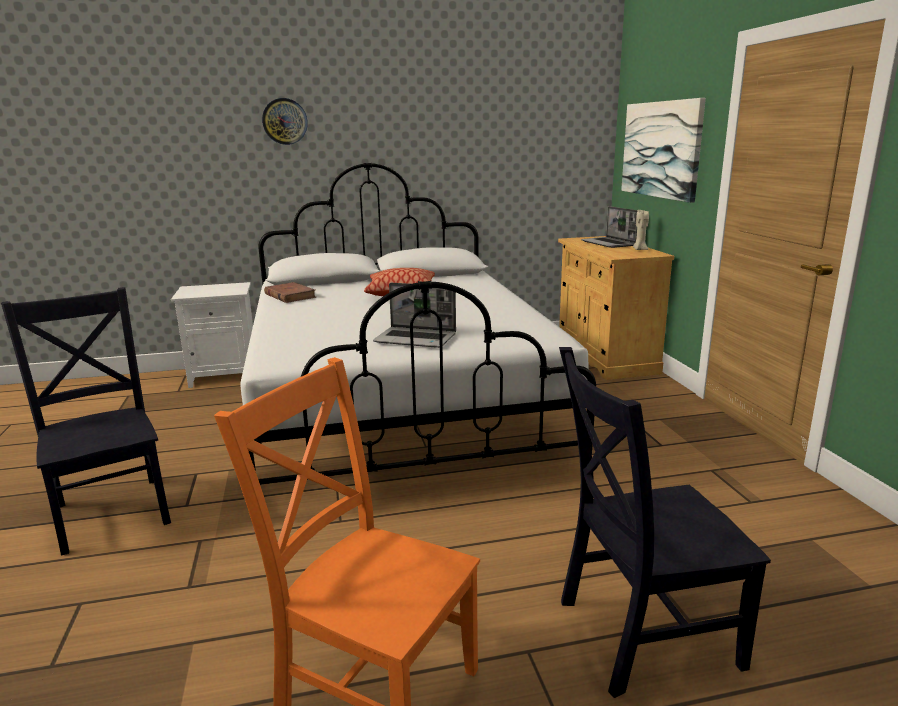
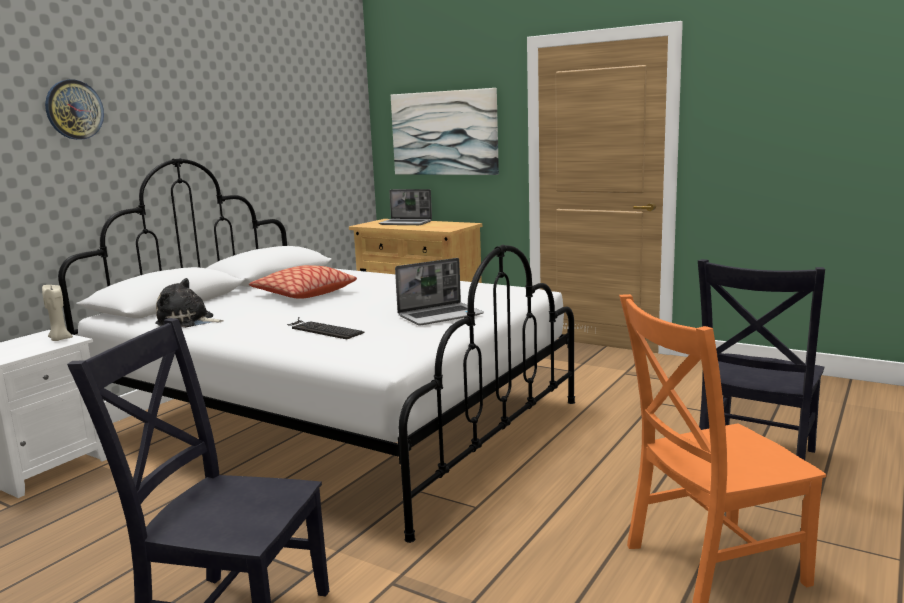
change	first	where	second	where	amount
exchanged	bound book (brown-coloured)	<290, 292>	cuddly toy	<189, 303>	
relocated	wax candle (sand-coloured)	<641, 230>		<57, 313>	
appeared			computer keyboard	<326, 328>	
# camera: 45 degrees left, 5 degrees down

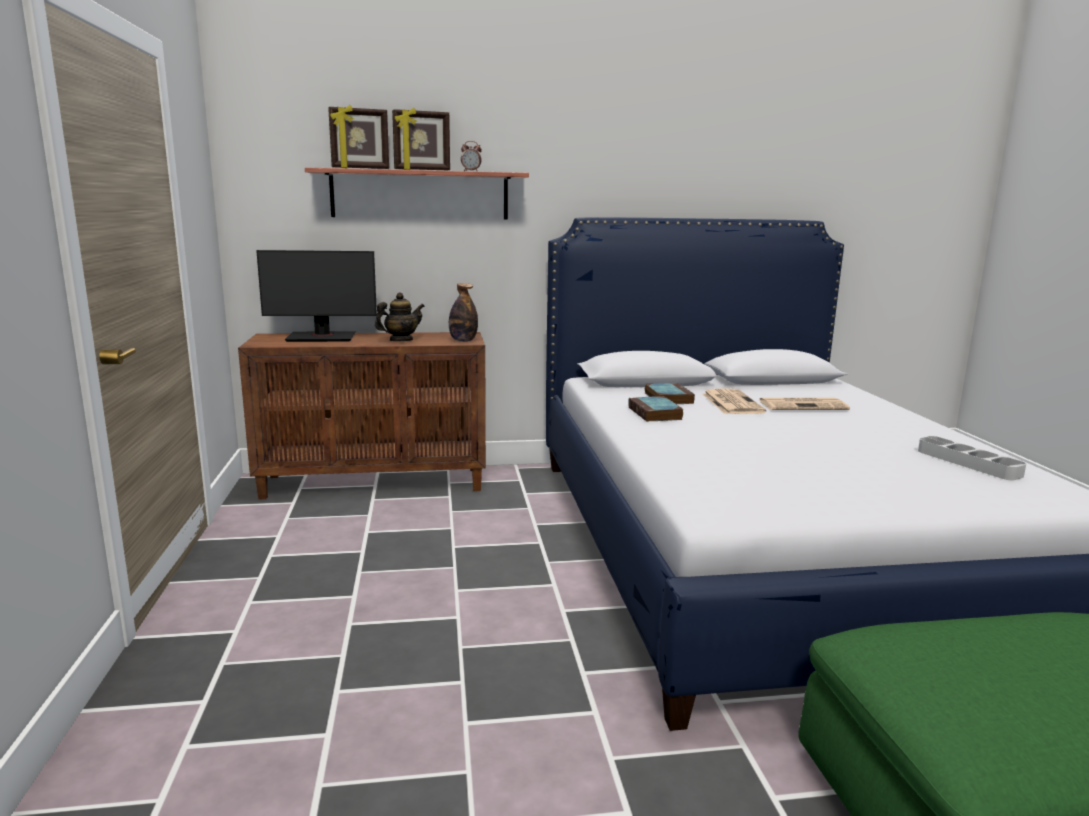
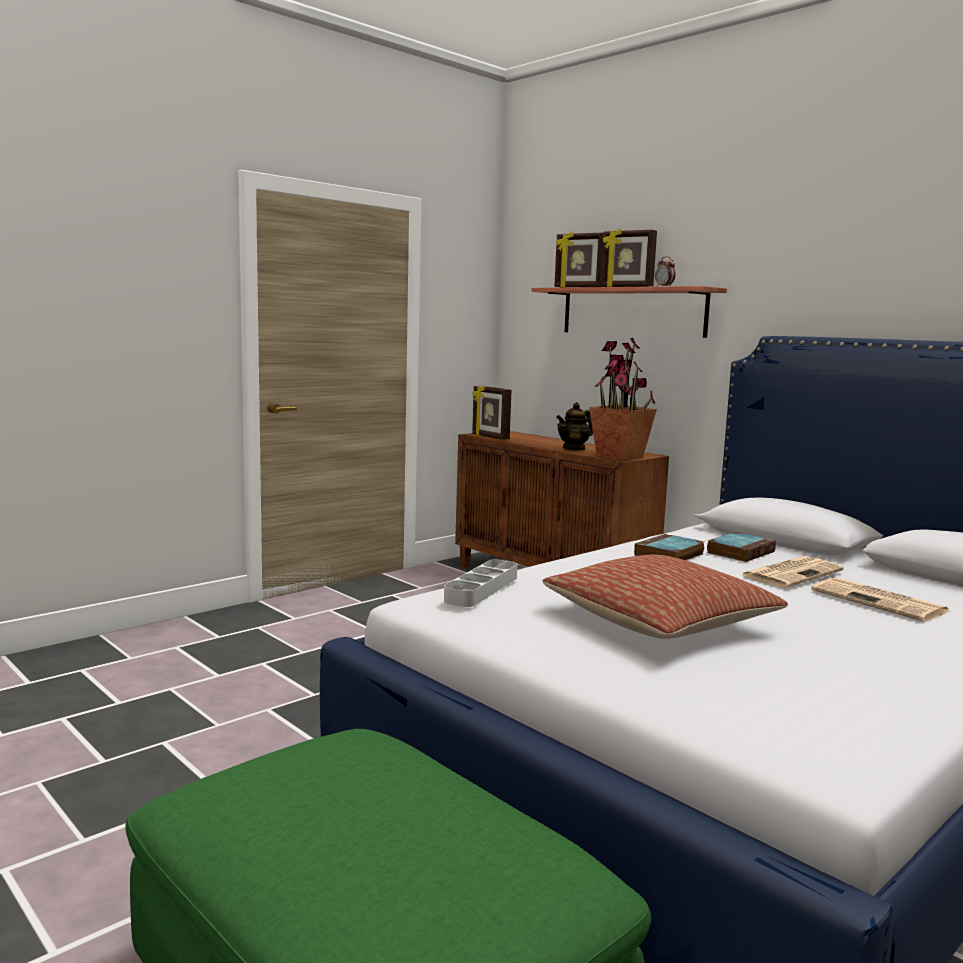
change	first	where	second	where	amount
missing	computer screen	<316, 296>			
spun	teapot	<400, 316>		<574, 426>	120 degrees clockwise
exchanged	beverage bottle	<463, 312>	potted plant	<623, 399>	
relocated	tray (grey)	<972, 458>		<480, 583>	
appeared			picture frame	<491, 412>	
appeared			cushion	<665, 597>	
# camera: 55 degrees right, 5 degrees down

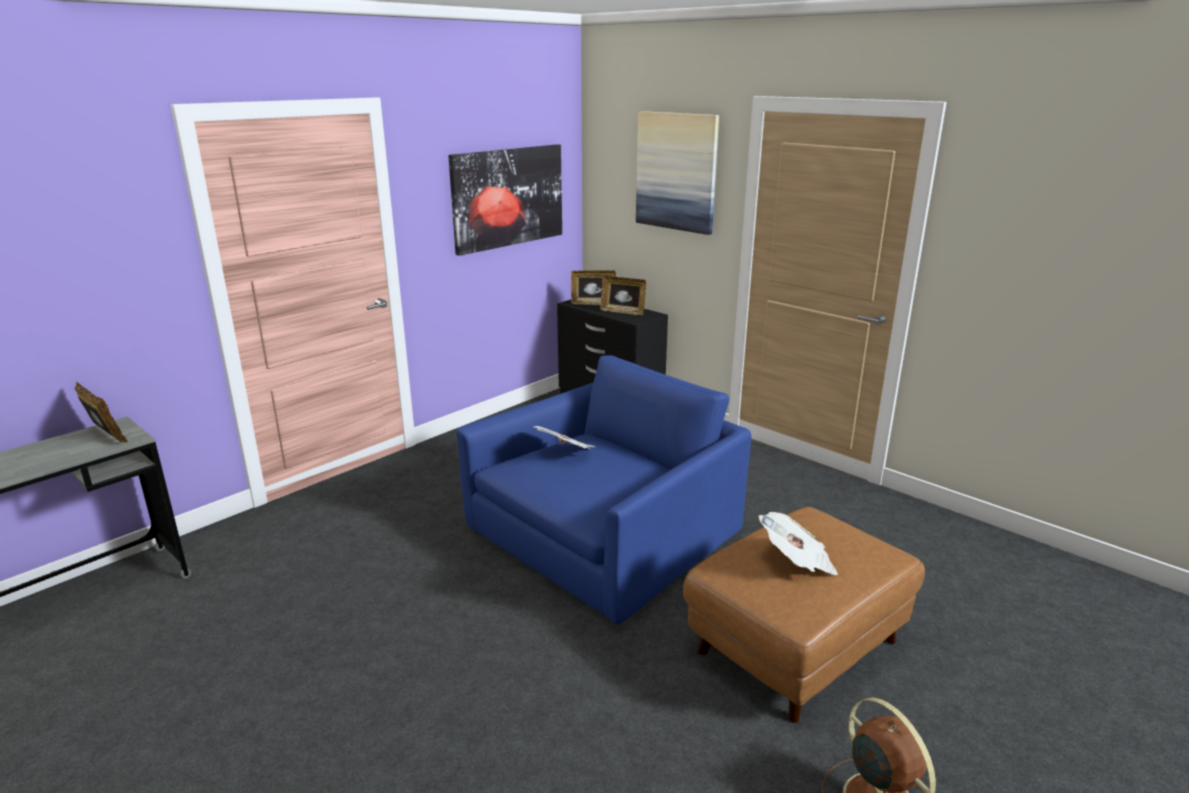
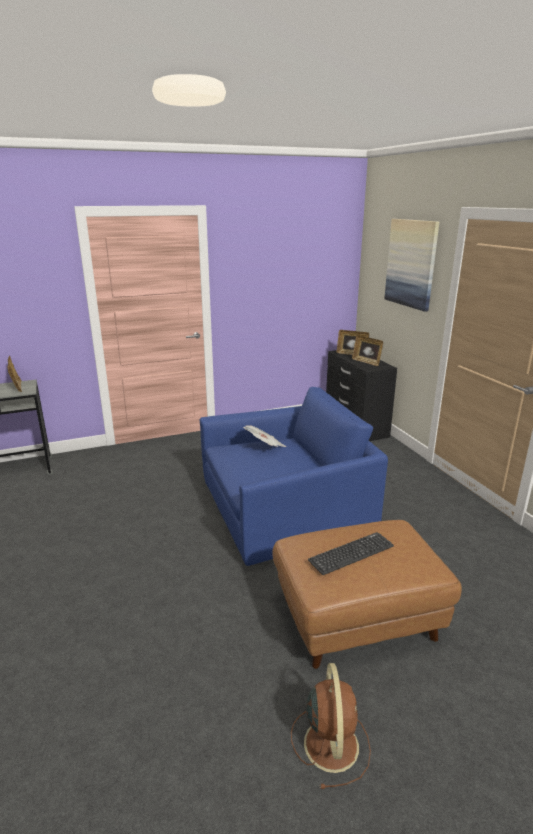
change	first	where	second	where	amount
missing	wall art	<505, 200>			
exchanged	printed paper	<798, 543>	computer keyboard	<351, 553>	
# camera: 25 degrees right, 0 degrees up

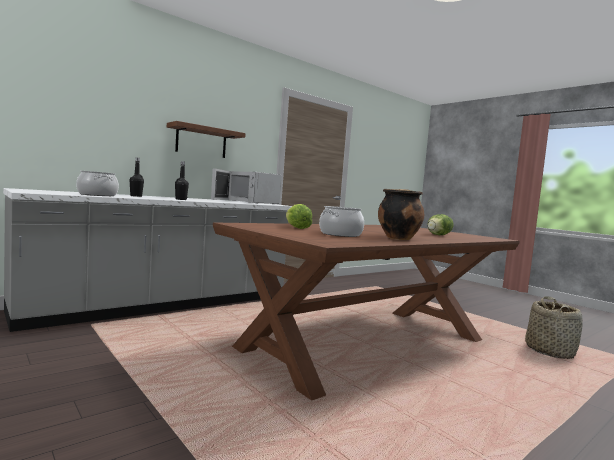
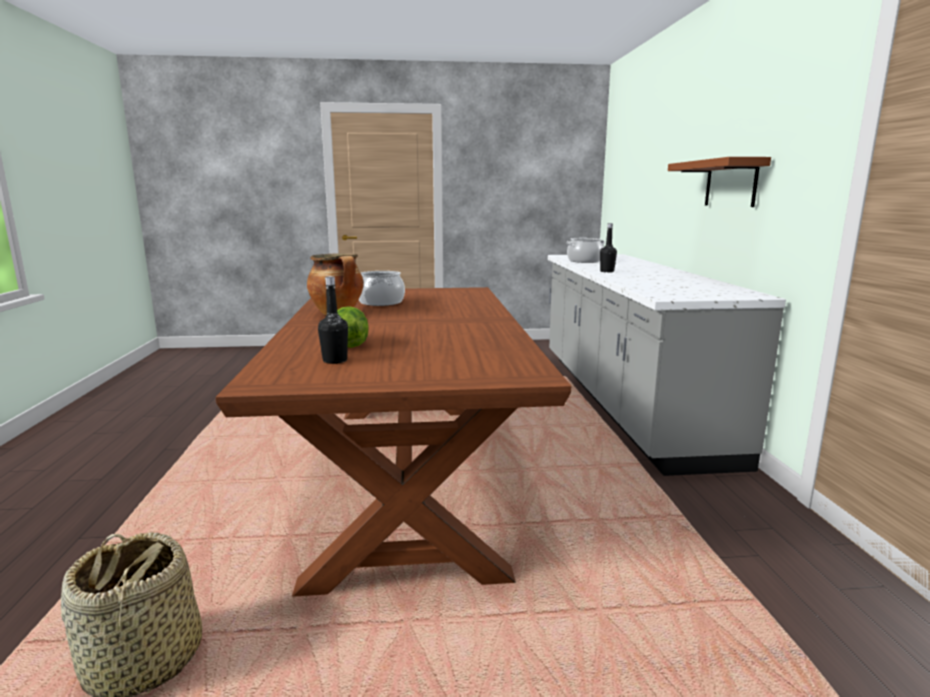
change	first	where	second	where	amount
relocated	beverage bottle (black)	<137, 177>		<333, 320>	
missing	kitchen microwave (white-coloured)	<246, 186>			
missing	head of lettuce	<299, 216>			
# camera: 125 degrees right, 10 degrees up

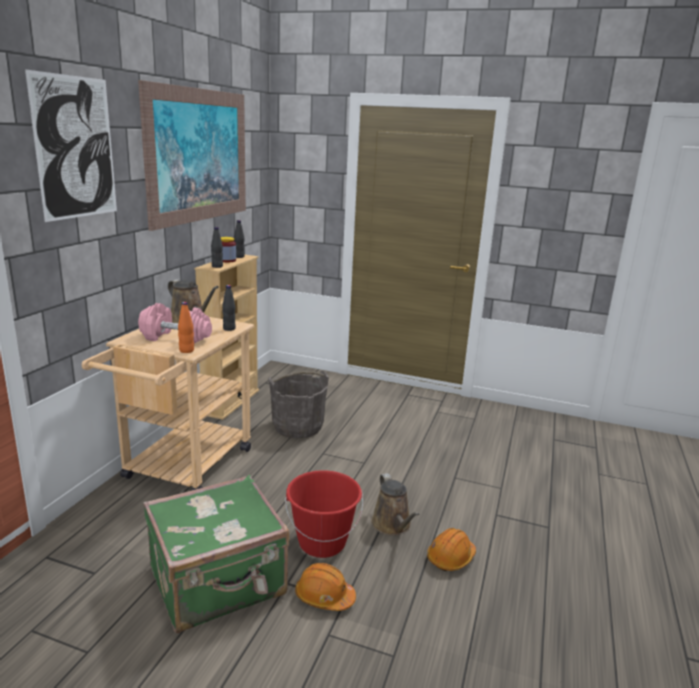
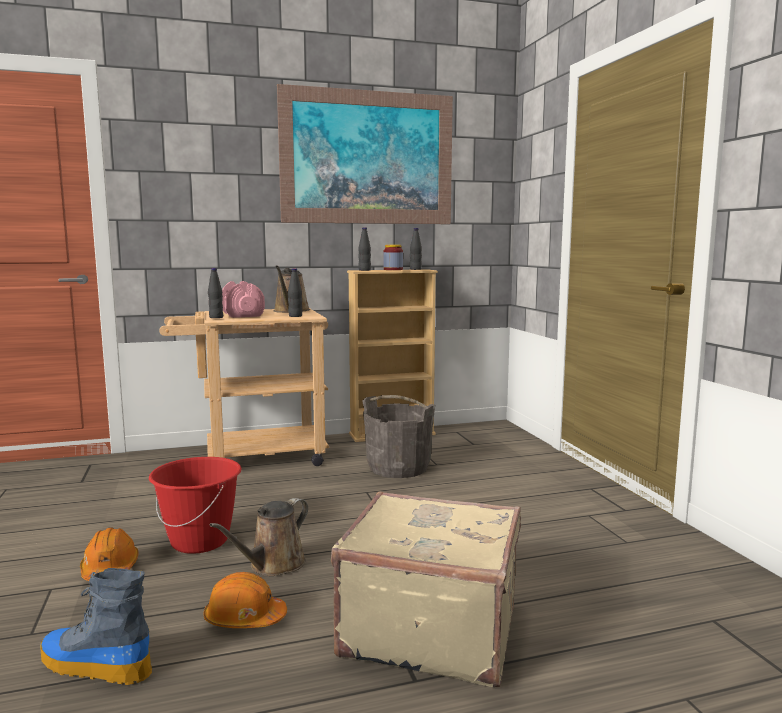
change	first	where	second	where	amount
missing	wall art	<71, 145>			
missing	travel case (green-coloured)	<216, 554>			
colour	beverage bottle (orange-coloured)	<186, 327>	beverage bottle (black)	<215, 293>	
appeared			high-top boot	<96, 626>	
appeared			travel case (sand-coloured)	<426, 589>	
# camera: 55 degrees right, 10 degrees down

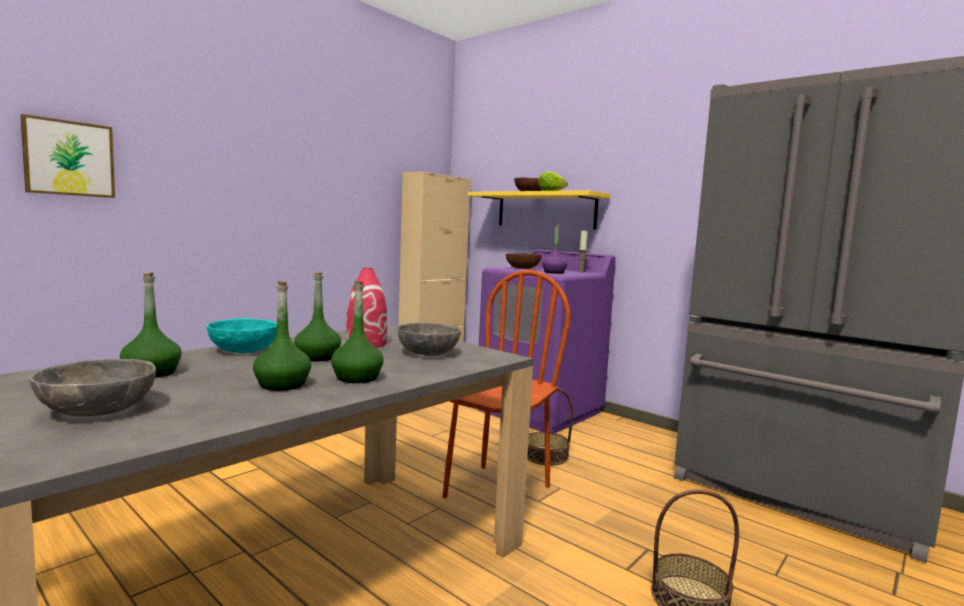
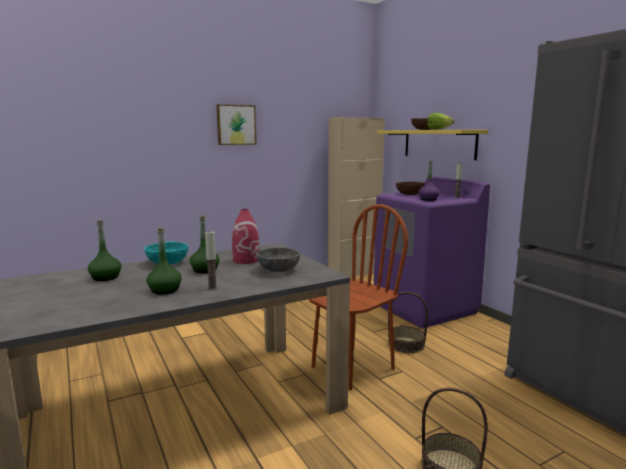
change	first	where	second	where	amount
relocated	wall art	<67, 156>		<236, 124>	
missing	serving bowl (grey)	<92, 387>			
exchanged	beverage bottle (green-coloured)	<357, 332>	wax candle	<211, 260>	
# camera: 20 degrees right, 5 degrees up

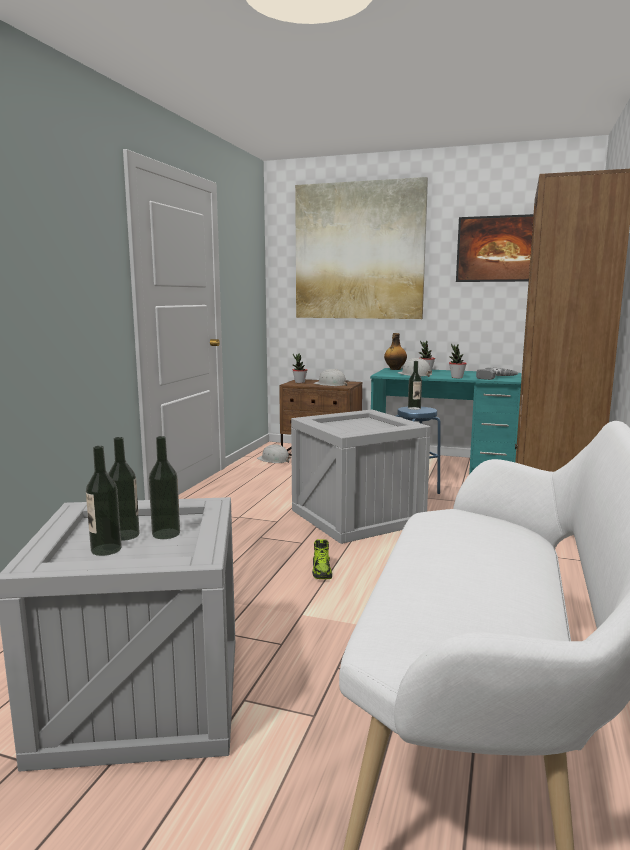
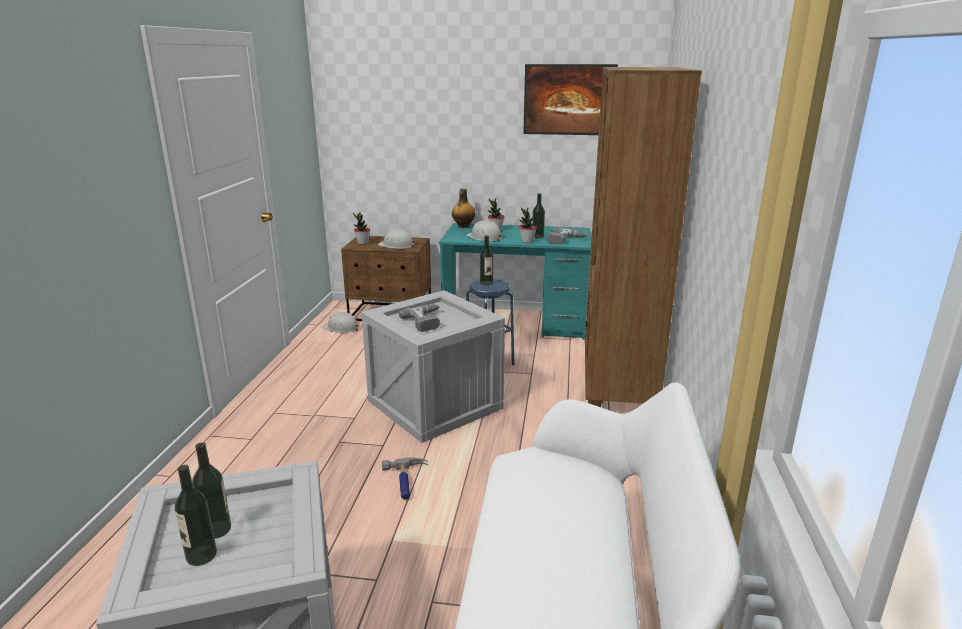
change	first	where	second	where	amount
relocated	beverage bottle	<164, 487>		<538, 215>	
missing	wall art	<361, 248>			
exchanged	low shoe	<322, 559>	hand hammer	<405, 478>	
appeared			drill	<419, 318>	
# camera: 10 degrees left, 10 degrees up

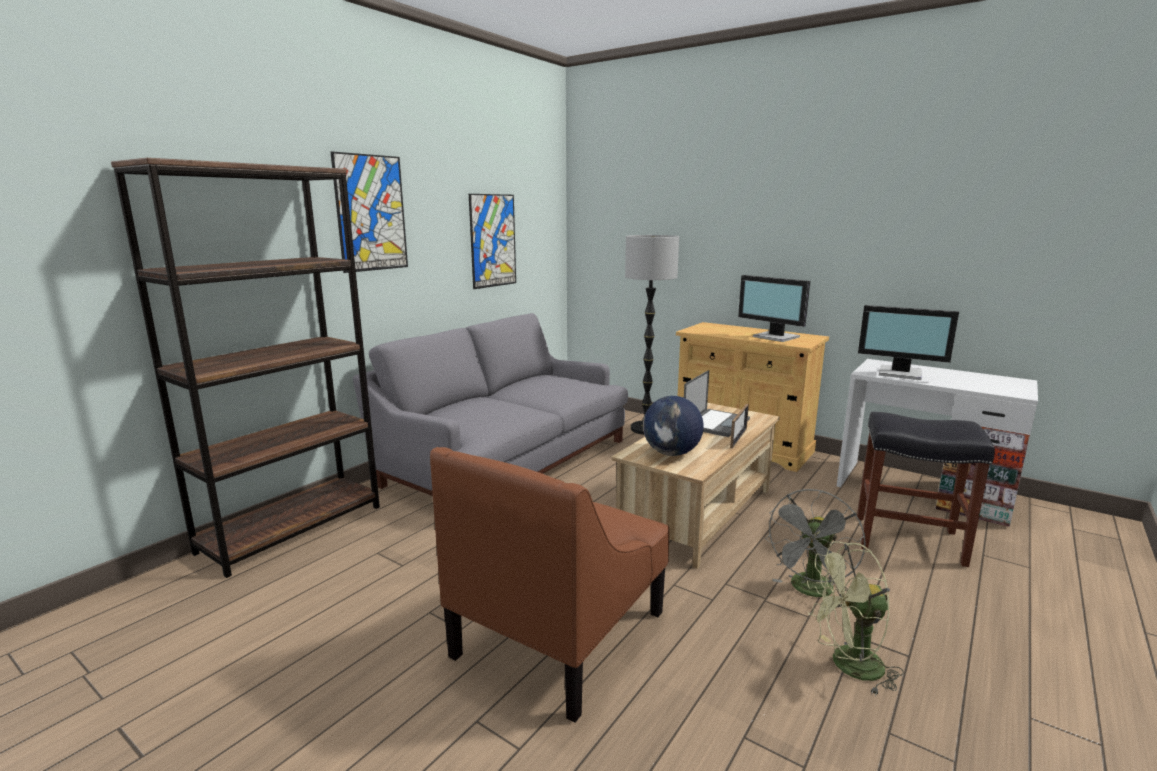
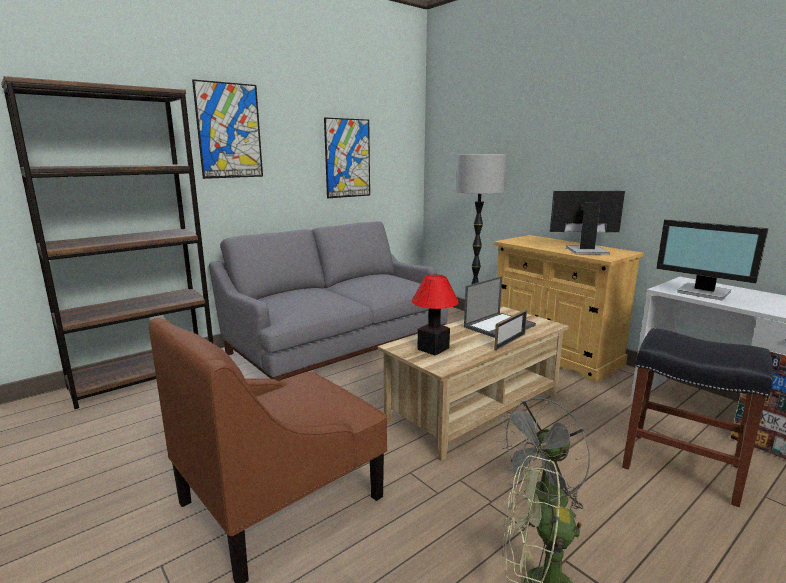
change	first	where	second	where	amount
exchanged	world globe	<673, 426>	lamp for a table	<435, 315>	
spun	computer screen	<774, 308>		<587, 223>	120 degrees clockwise
# camera: 15 degrees right, 0 degrees up

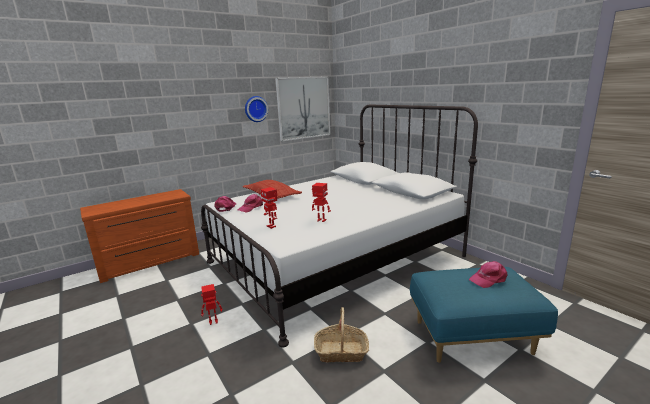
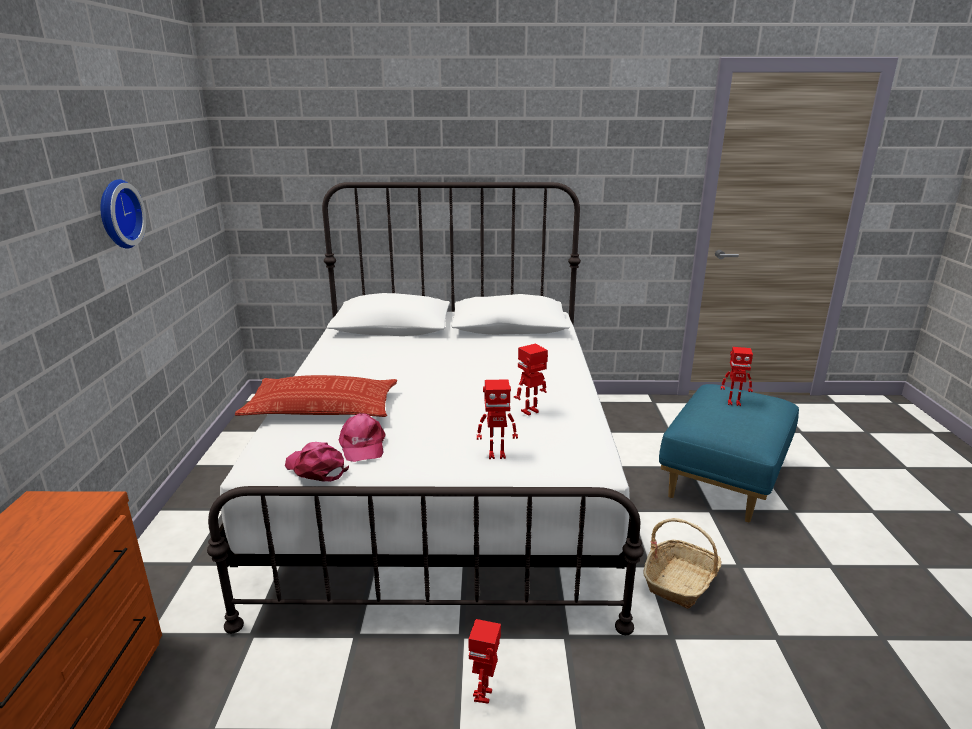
change	first	where	second	where	amount
missing	wall art	<302, 108>			
exchanged	cap (pinkish)	<488, 274>	robot figure	<737, 376>	
# camera: 55 degrees left, 5 degrees up

